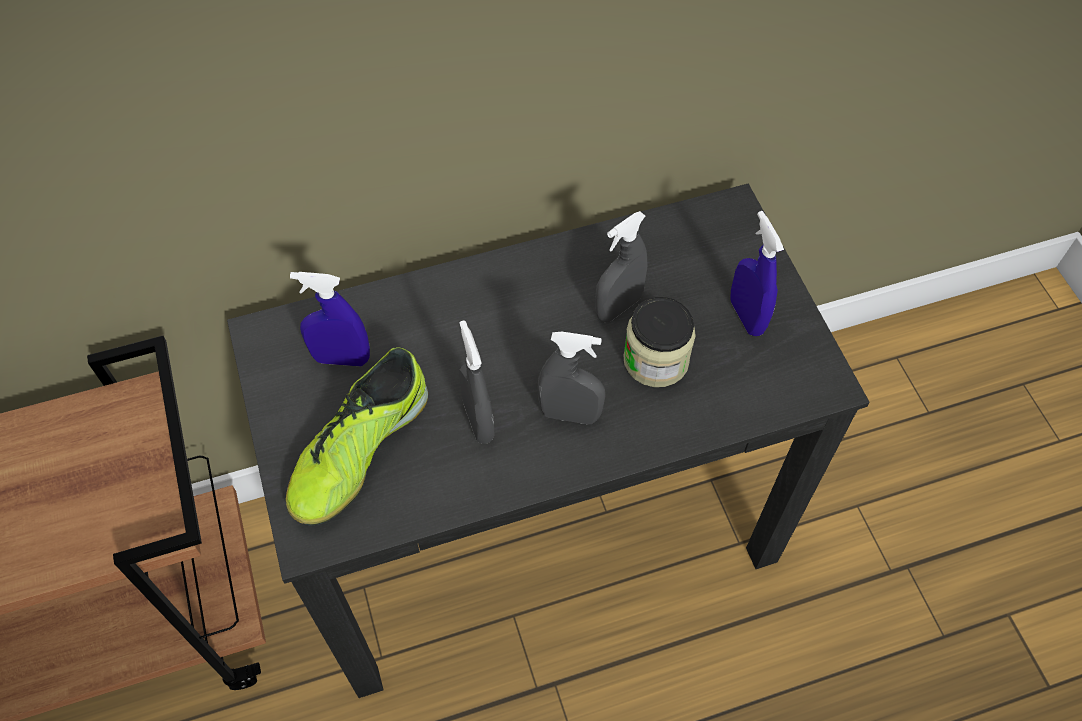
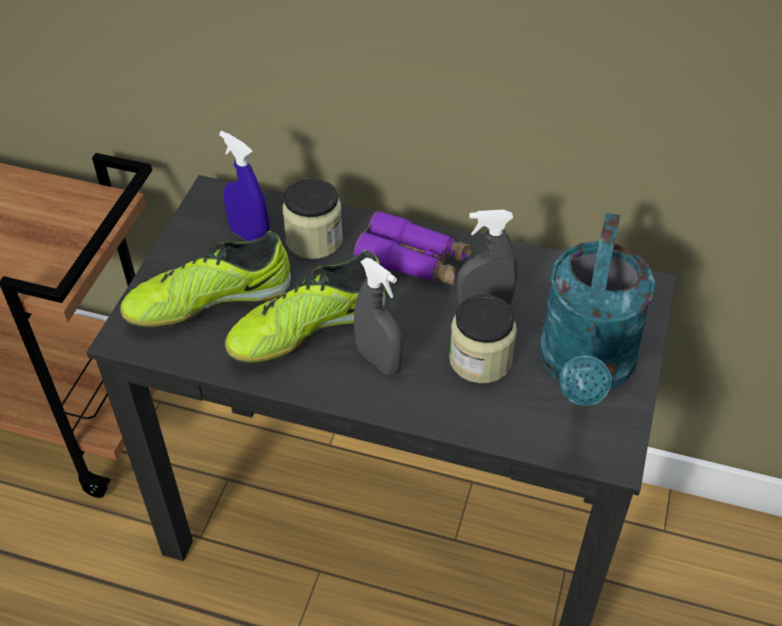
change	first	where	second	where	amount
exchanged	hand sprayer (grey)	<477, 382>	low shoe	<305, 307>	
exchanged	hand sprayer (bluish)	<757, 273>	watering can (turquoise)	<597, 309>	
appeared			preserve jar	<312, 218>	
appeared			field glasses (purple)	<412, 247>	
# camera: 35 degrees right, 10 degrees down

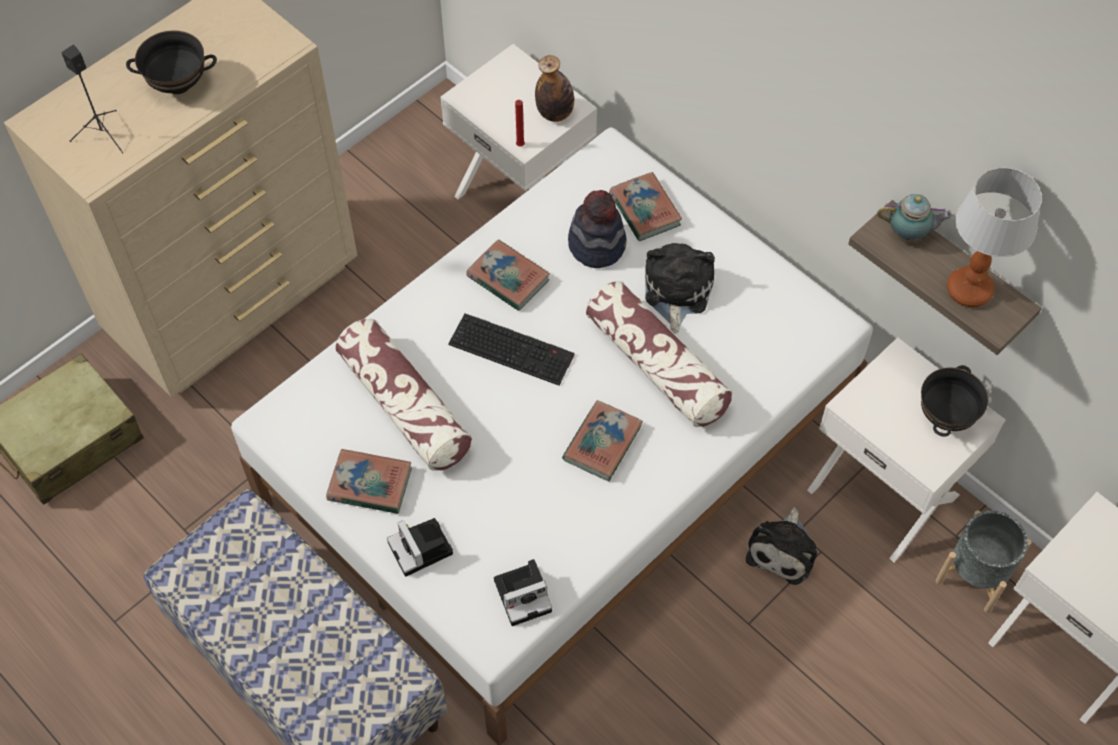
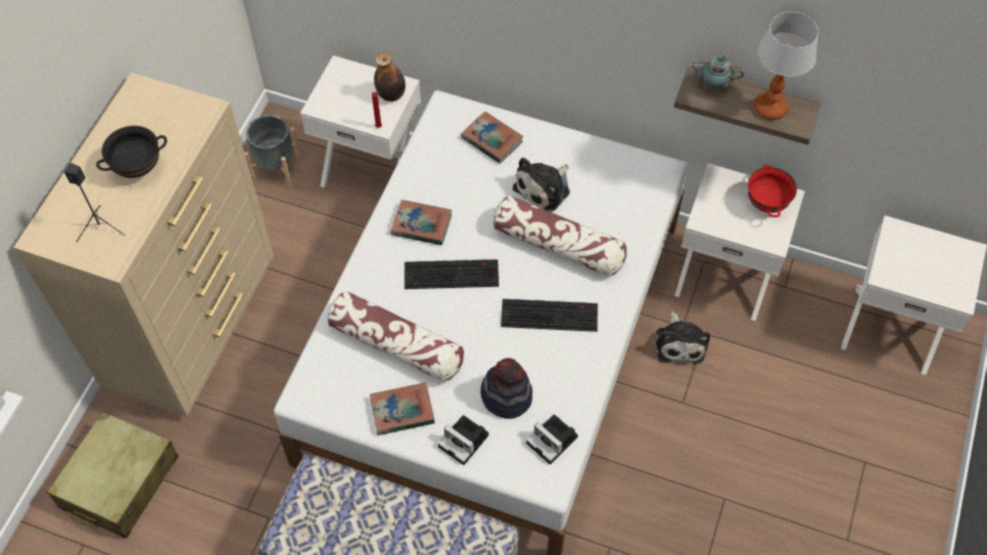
change	first	where	second	where	amount
spun	still camera	<523, 592>		<552, 439>	90 degrees clockwise
exchanged	bound book	<602, 440>	computer keyboard	<549, 315>	
relocated	hat	<597, 229>		<507, 388>	
spun	cuddly toy	<680, 288>		<541, 184>	120 degrees counterclockwise
spun	teapot	<915, 218>		<717, 73>	150 degrees counterclockwise
colour	serving bowl (black)	<954, 401>	serving bowl (reddish)	<772, 190>	
relocated	flower pot (grey)	<983, 561>		<273, 151>	
# camera: 25 degrees left, 0 degrees up

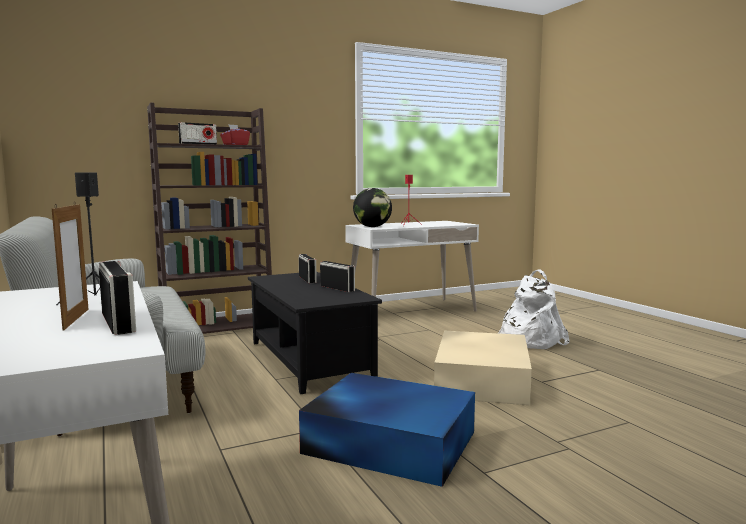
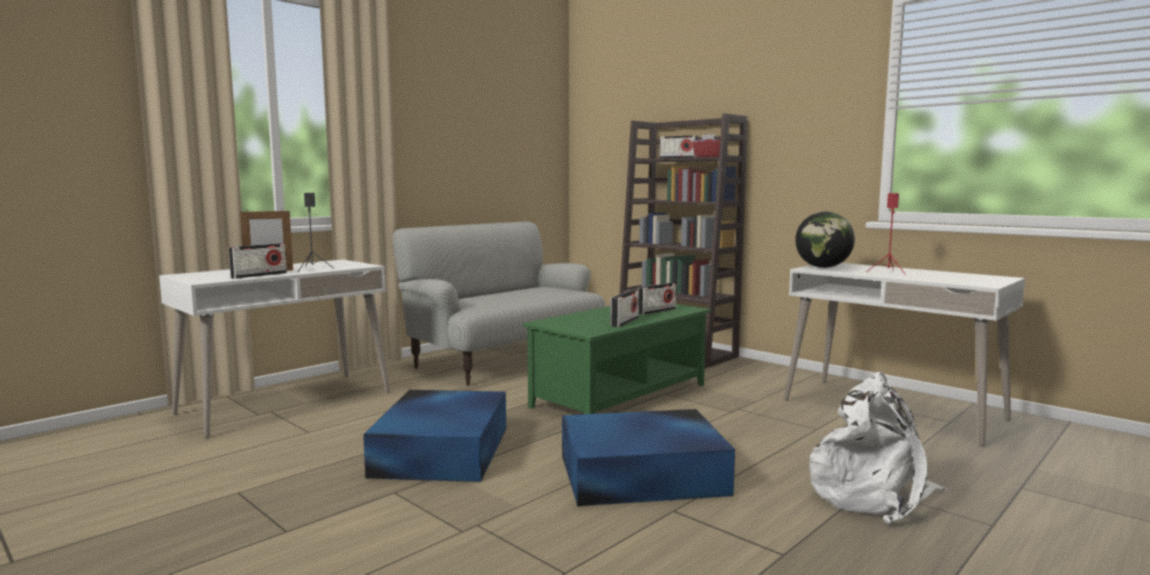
change	first	where	second	where	amount
colour	lounge table (black)	<315, 332>	lounge table (green-coloured)	<616, 359>	
colour	storage container (sand-coloured)	<483, 368>	storage container (bluish)	<648, 457>	
# camera: 70 degrees right, 0 degrees up

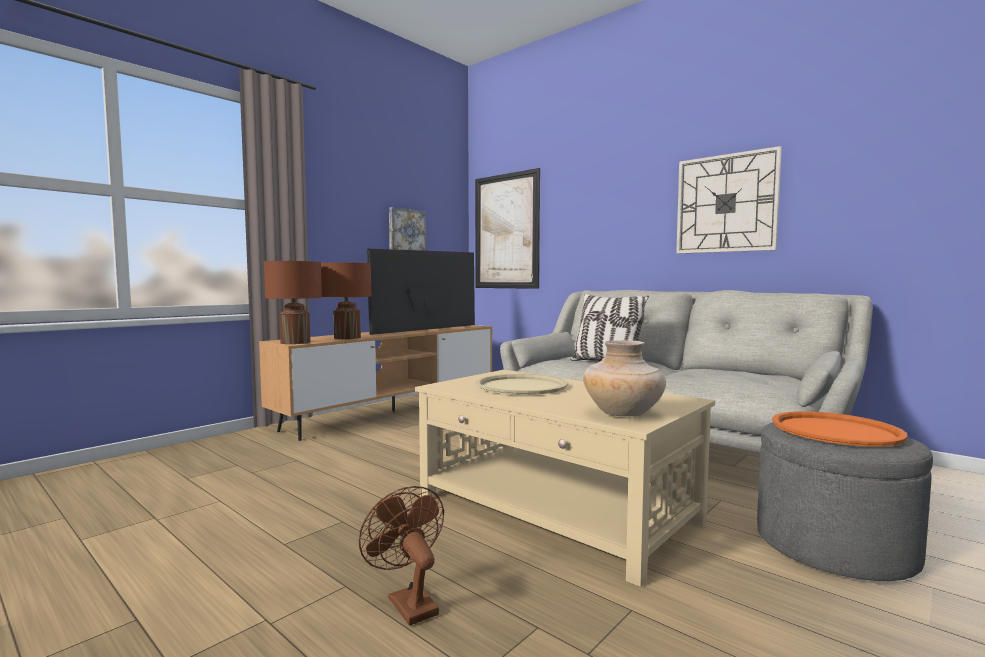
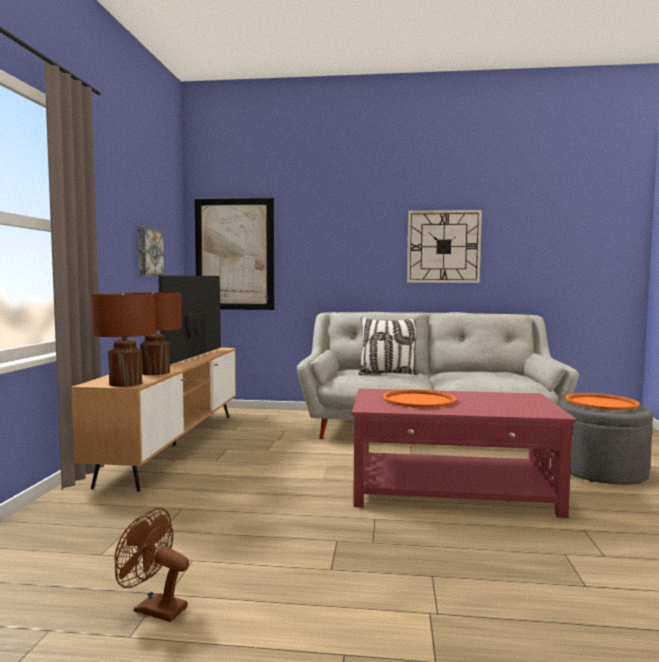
change	first	where	second	where	amount
relocated	fan (brown-coloured)	<401, 556>		<151, 565>	
colour	lounge table (sand-coloured)	<565, 478>	lounge table (reddish)	<464, 453>	
colour	tray (sand-coloured)	<521, 384>	tray (orange-coloured)	<419, 398>	
missing	decorative vase (sand-coloured)	<624, 378>			
# camera: 35 degrees left, 0 degrees up

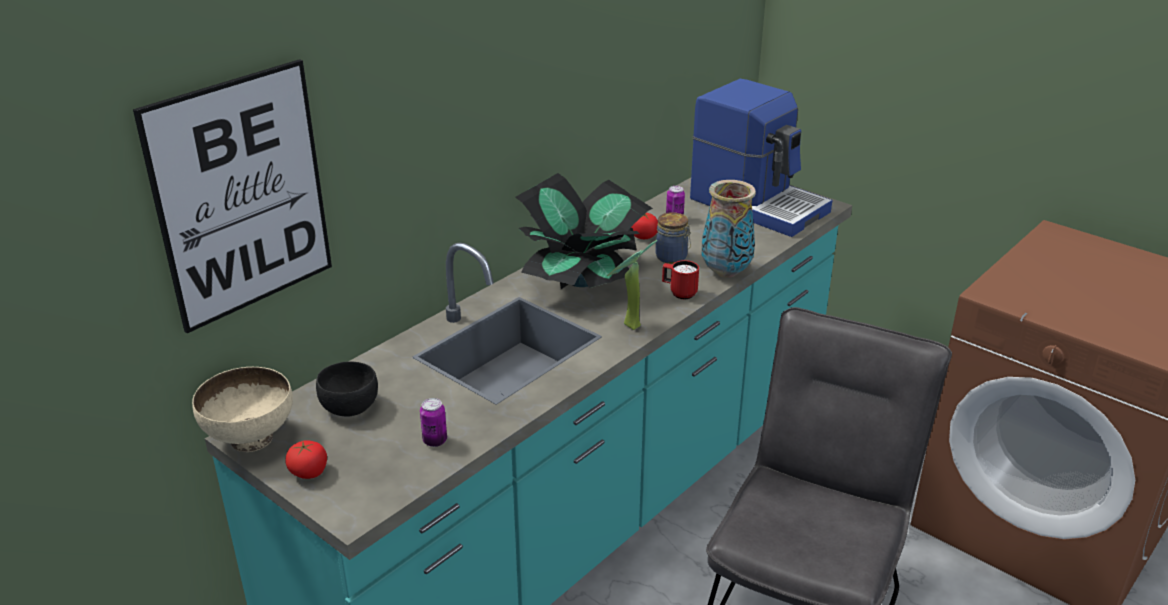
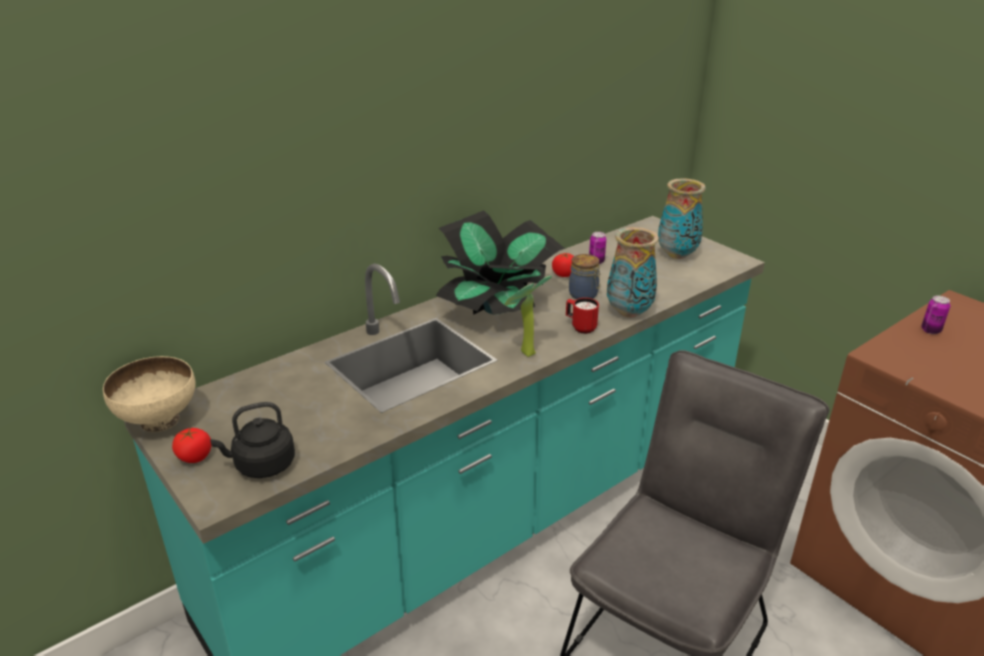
change	first	where	second	where	amount
missing	wall art	<232, 196>			
missing	serving bowl (black)	<347, 389>			
relocated	can	<433, 422>		<935, 314>	
exchanged	coffee maker	<761, 158>	decorative vase	<682, 218>	
appeared			tea kettle (black)	<252, 440>	
# camera: 10 degrees right, 0 degrees up

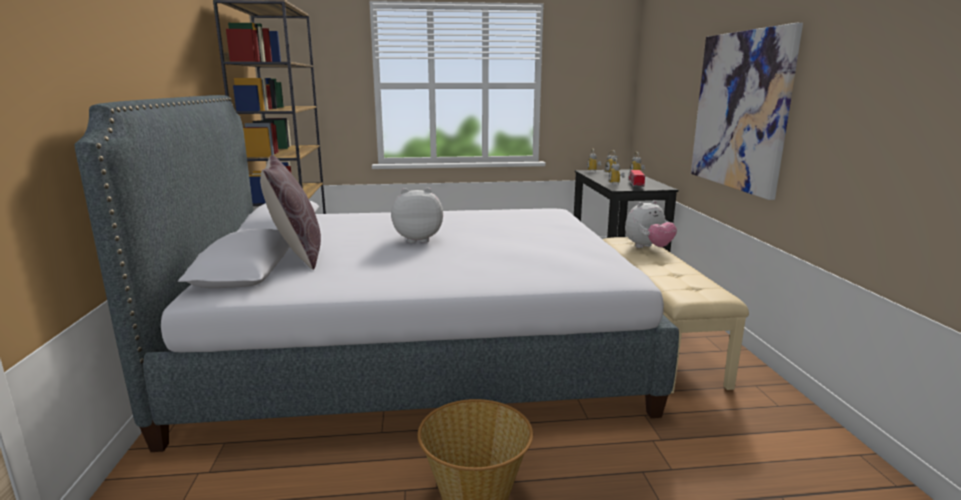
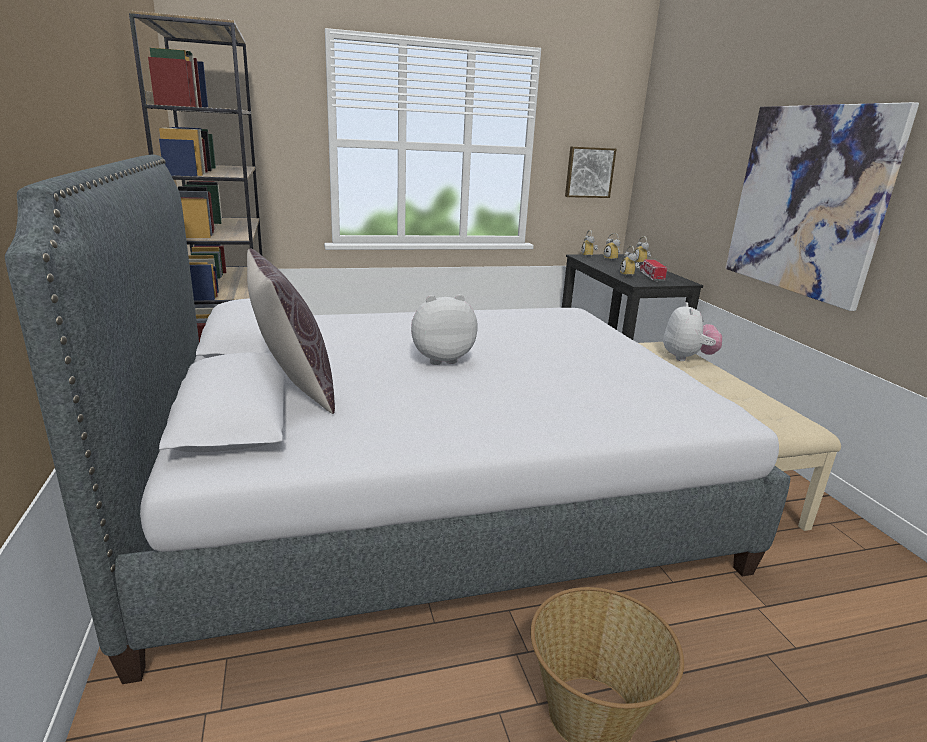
change	first	where	second	where	amount
spun	cuddly toy	<651, 224>		<692, 331>	45 degrees counterclockwise
appeared			wall art	<591, 172>	
# camera: 10 degrees left, 5 degrees up

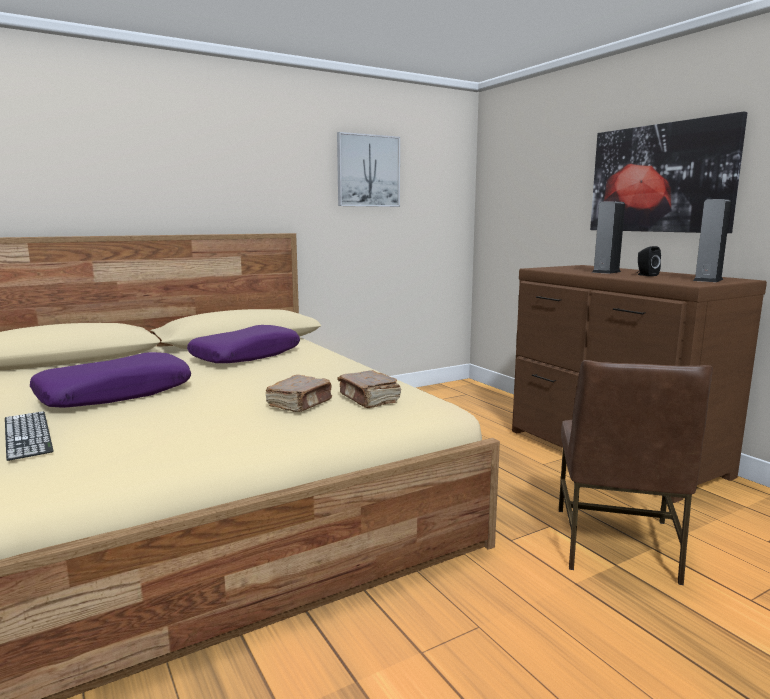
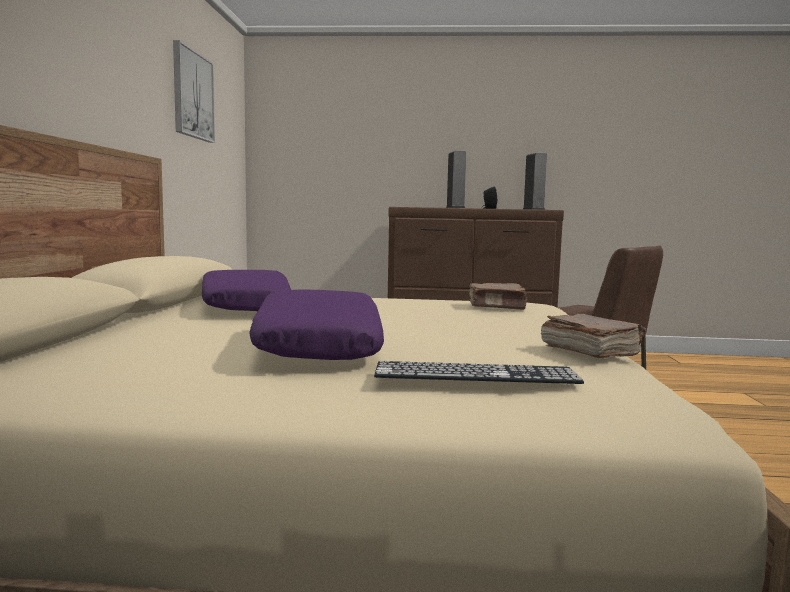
change	first	where	second	where	amount
relocated	bound book (brown-coloured)	<298, 393>		<593, 335>	
missing	wall art	<669, 172>			
# camera: 55 degrees left, 5 degrees down

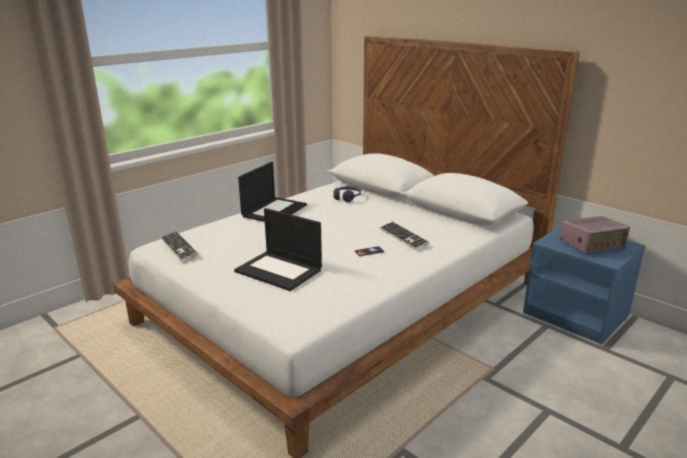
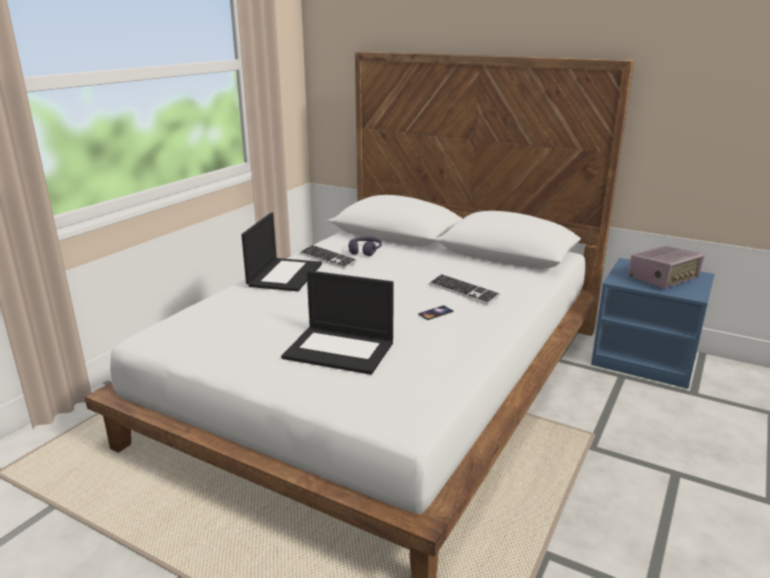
change	first	where	second	where	amount
relocated	computer keyboard	<179, 246>		<328, 257>	
# camera: 15 degrees left, 0 degrees up

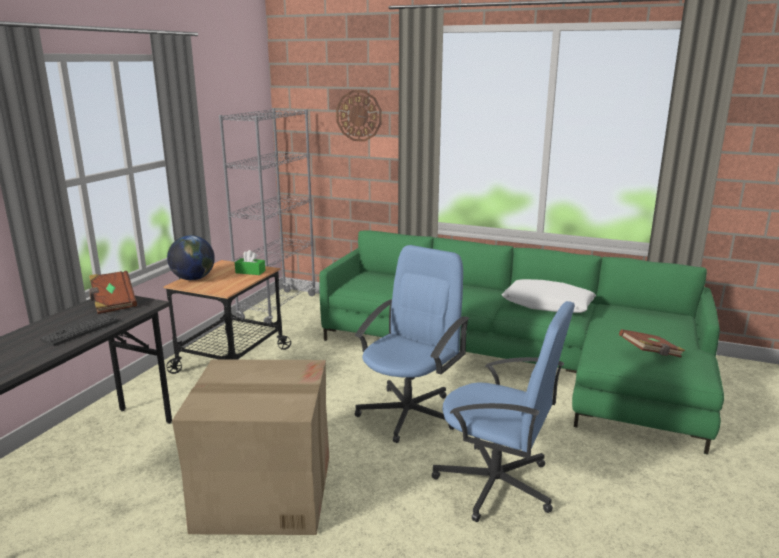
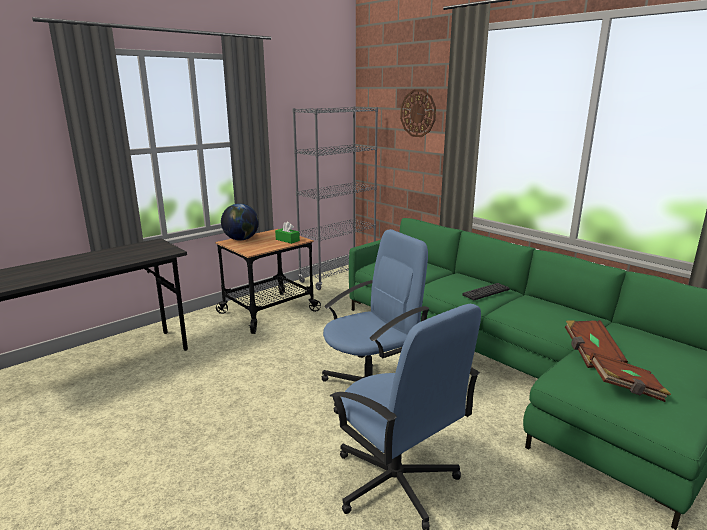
change	first	where	second	where	amount
relocated	computer keyboard	<79, 330>		<486, 291>	
relocated	bound book (brown-coloured)	<113, 292>		<596, 344>	
missing	packing box	<250, 447>			
missing	cushion (white-coloured)	<548, 296>			
# camera: 25 degrees right, 0 degrees up

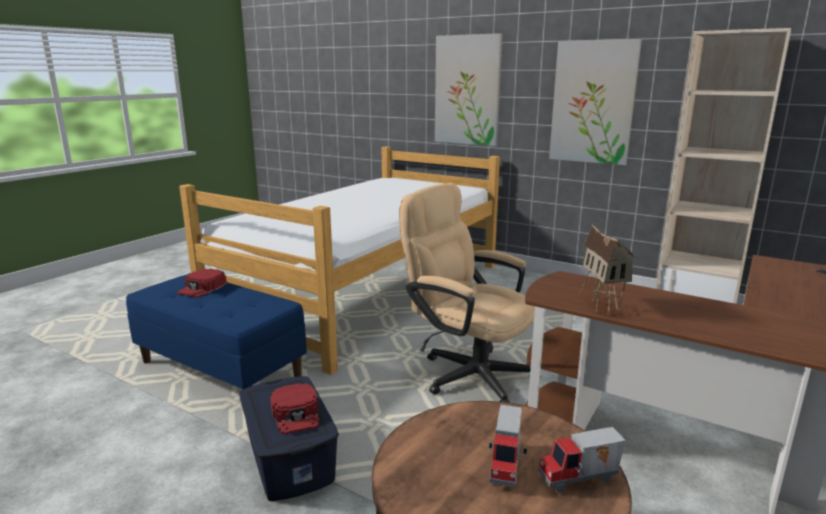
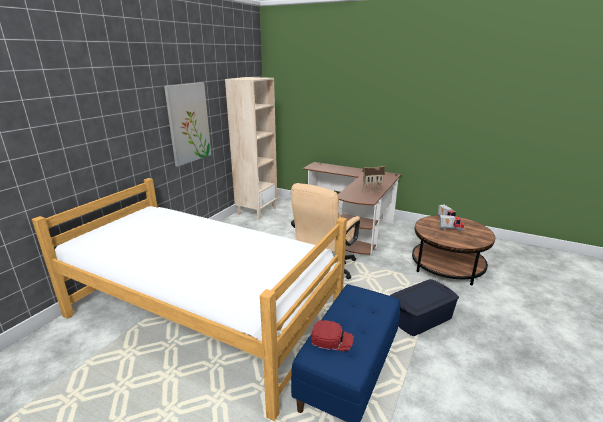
change	first	where	second	where	amount
missing	cap (reddish)	<295, 409>			
missing	wall art	<468, 89>			
# camera: 95 degrees left, 5 degrees up

